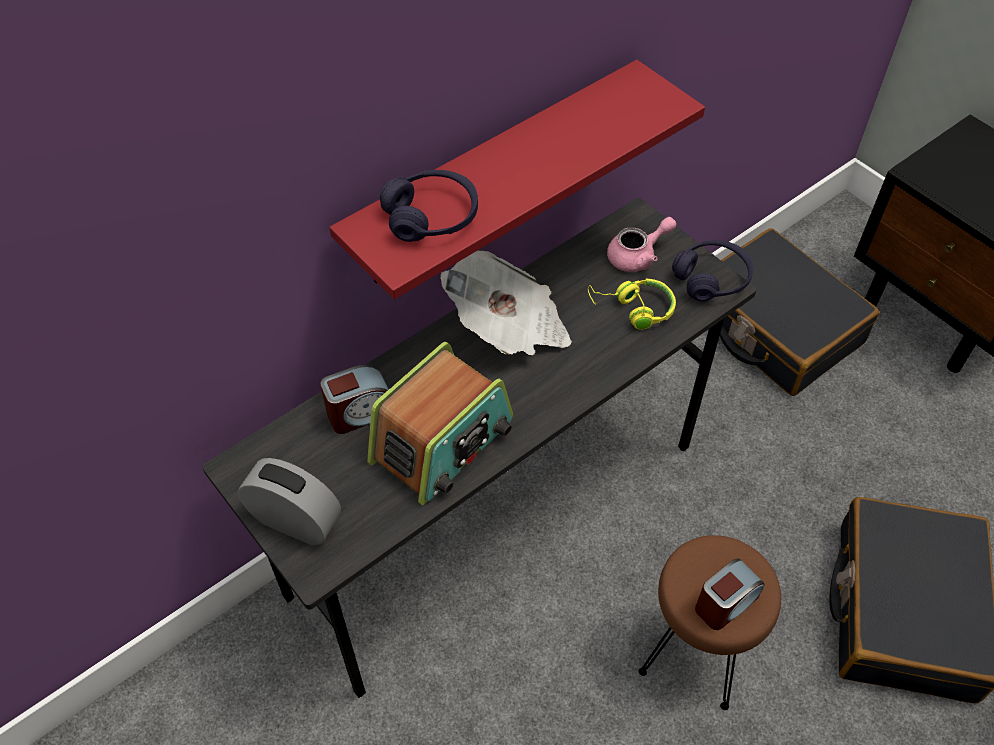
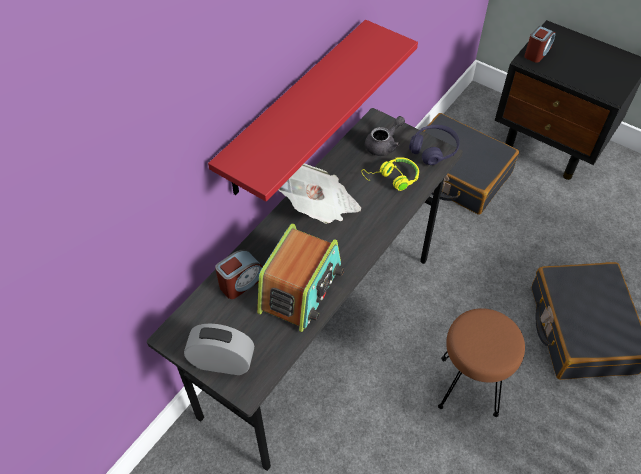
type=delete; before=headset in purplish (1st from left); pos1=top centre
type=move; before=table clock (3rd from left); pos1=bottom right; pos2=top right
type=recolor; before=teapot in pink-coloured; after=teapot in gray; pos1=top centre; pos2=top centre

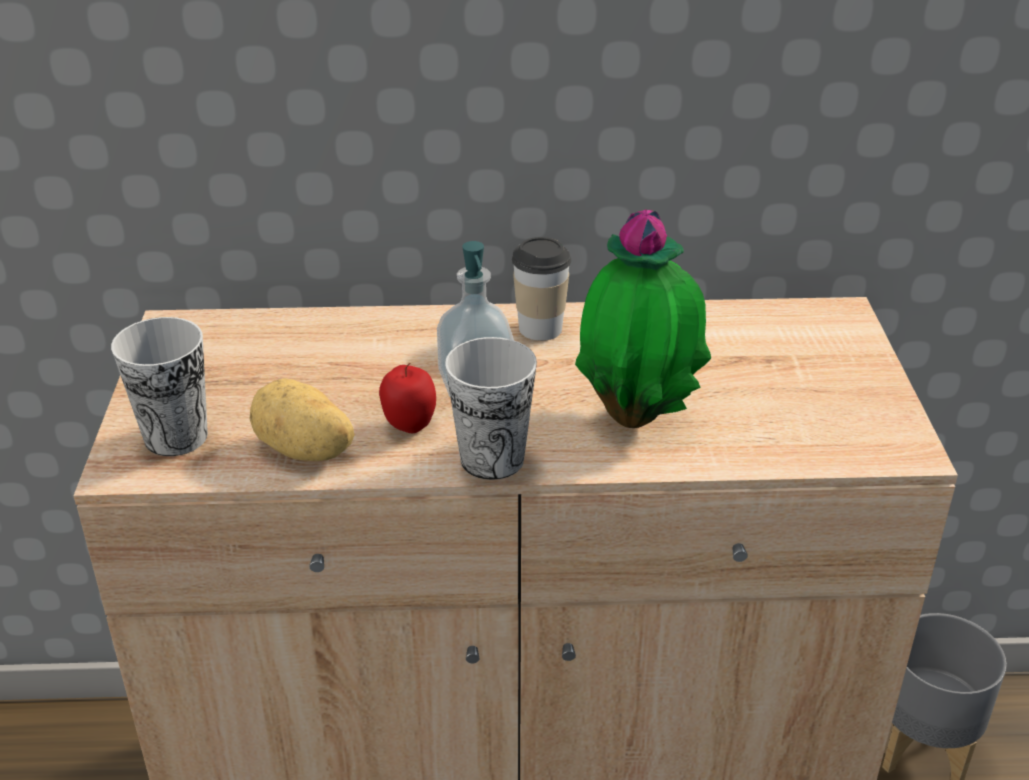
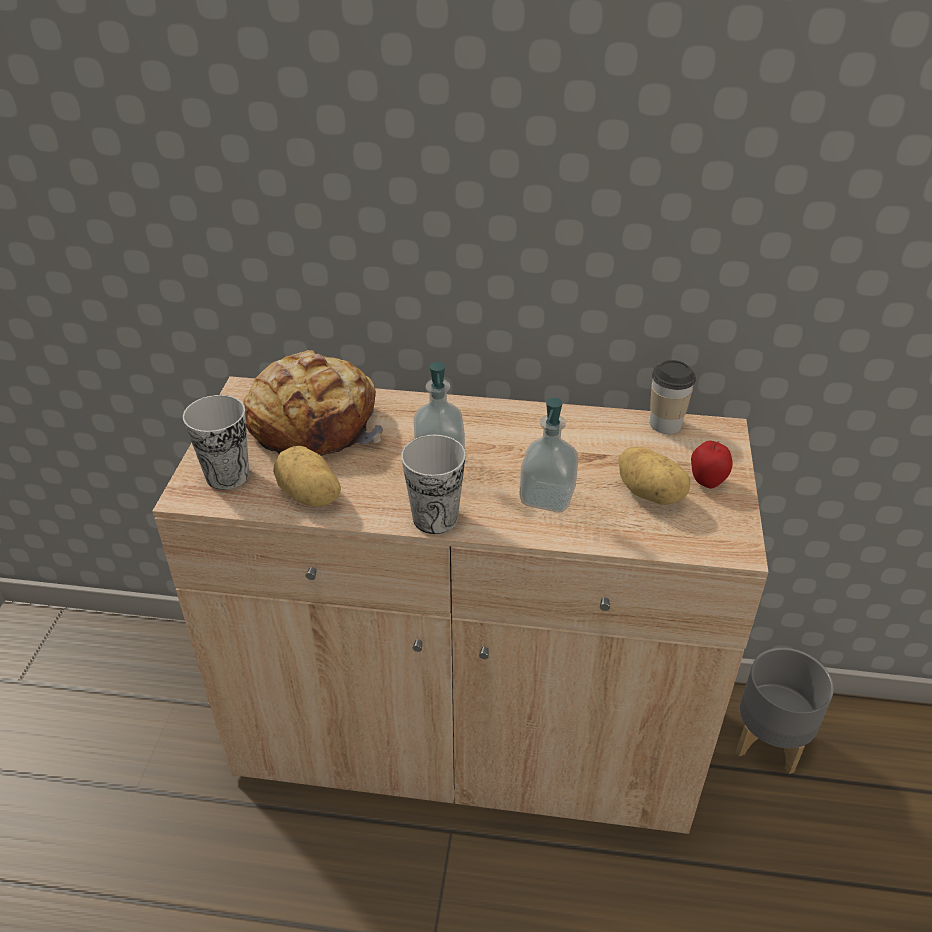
type=insert; after=bakery bread; pos2=centre
type=insert; after=whole potato (2nd from left); pos2=middle right
type=move; before=apple fruit; pos1=centre; pos2=middle right
type=move; before=cup (3rd from left); pos1=centre; pos2=middle right
type=replace; before=houseplant; after=soap dispenser (2nd from left); pos1=centre; pos2=centre

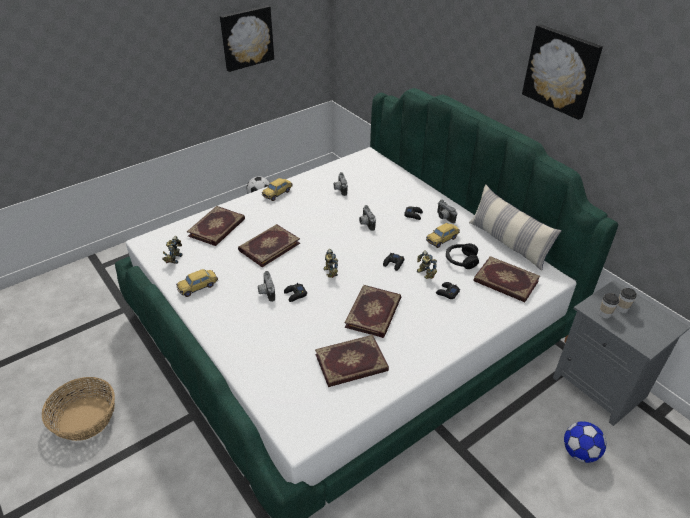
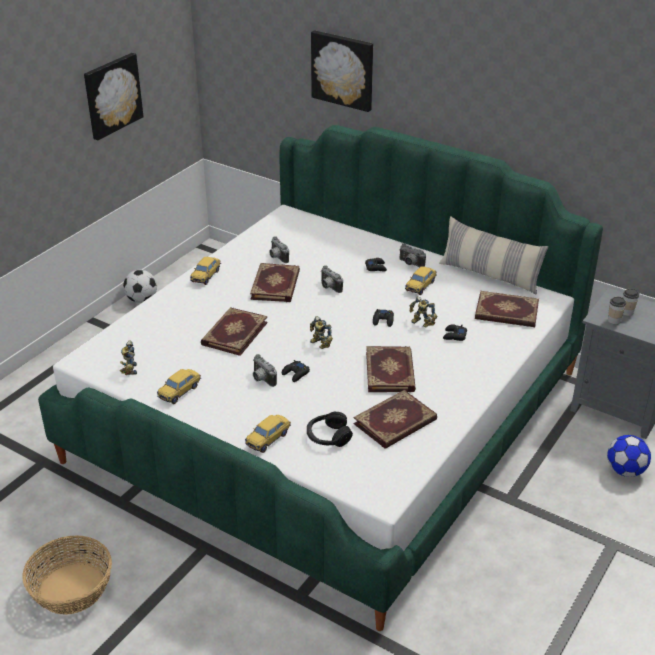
type=insert; after=miniature car (3rd from left); pos2=centre
type=move; before=bound book (1st from left in the first image); after=bound book (2nd from left); pos1=middle left; pos2=centre
type=move; before=headset in blackish; pos1=middle right; pos2=centre
type=move; before=picture (2nd from left); pos1=top right; pos2=top centre

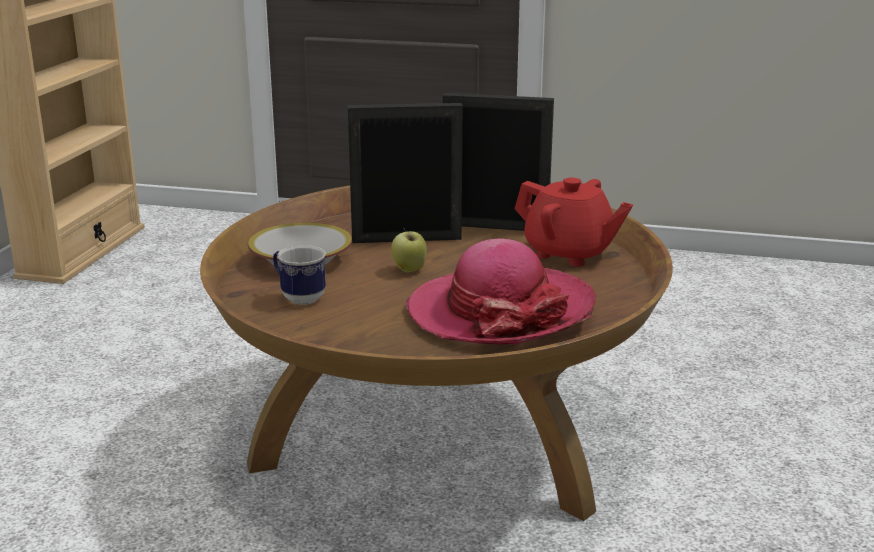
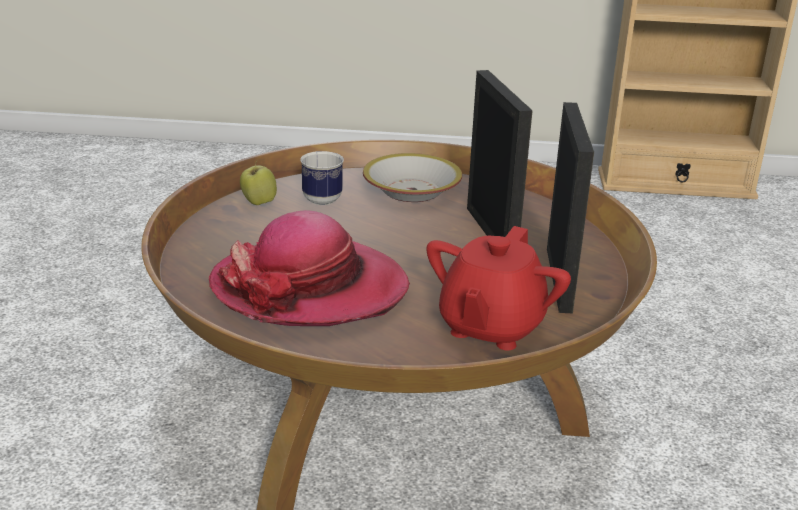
type=move; before=apple fruit; pos1=centre; pos2=middle left

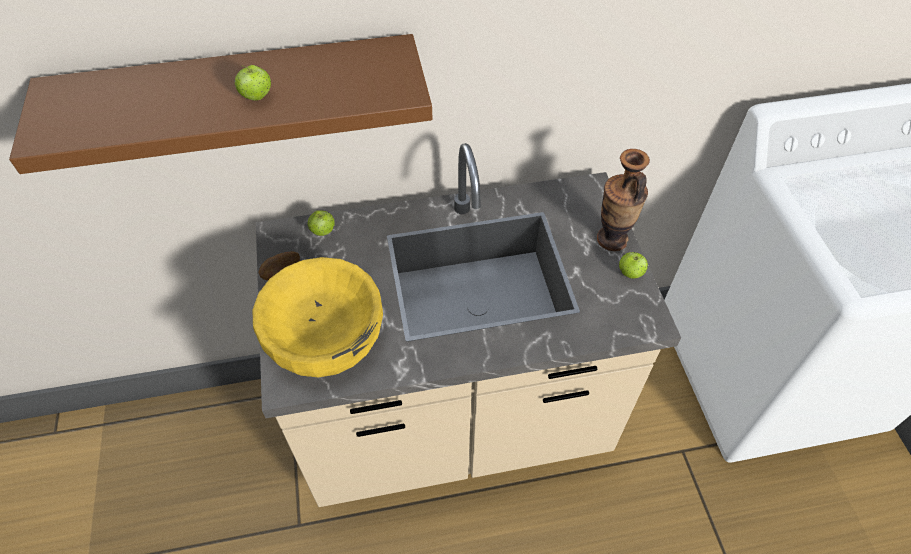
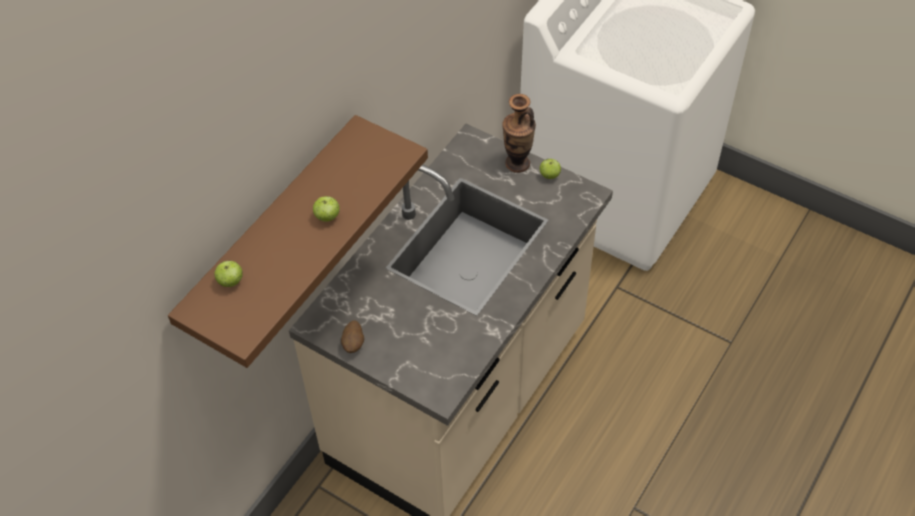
type=delete; before=serving bowl in yellow-coloured; pos1=centre
type=move; before=apple fruit (2nd from left in the first image); after=apple fruit (1st from left); pos1=centre; pos2=middle left

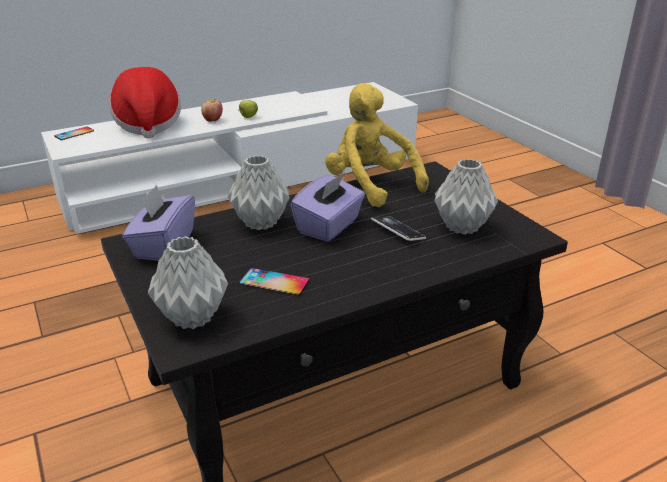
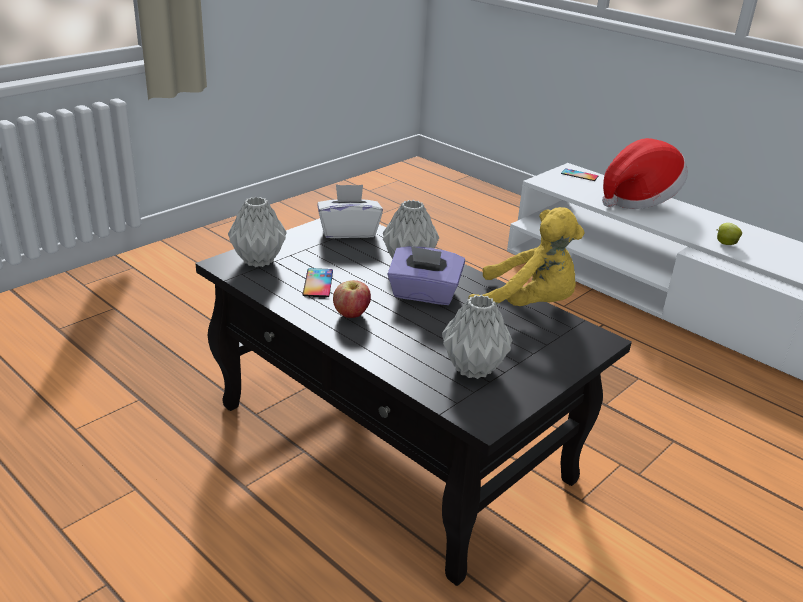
type=delete; before=handset (3rd from left); pos1=centre
type=move; before=apple fruit (1st from left); pos1=top left; pos2=centre
type=recolor; before=box of tissues in purplish (1st from left); after=box of tissues in white; pos1=middle left; pos2=centre
type=rotate; before=plush toy in yellow-coloured; pos1=top centre; pos2=centre; turn=75

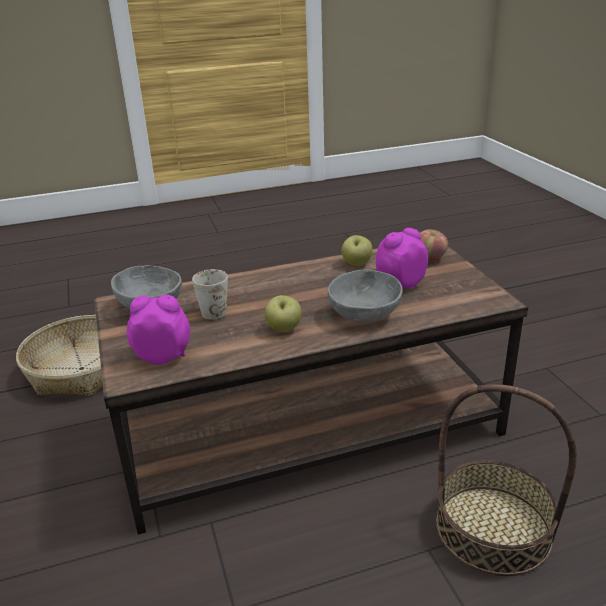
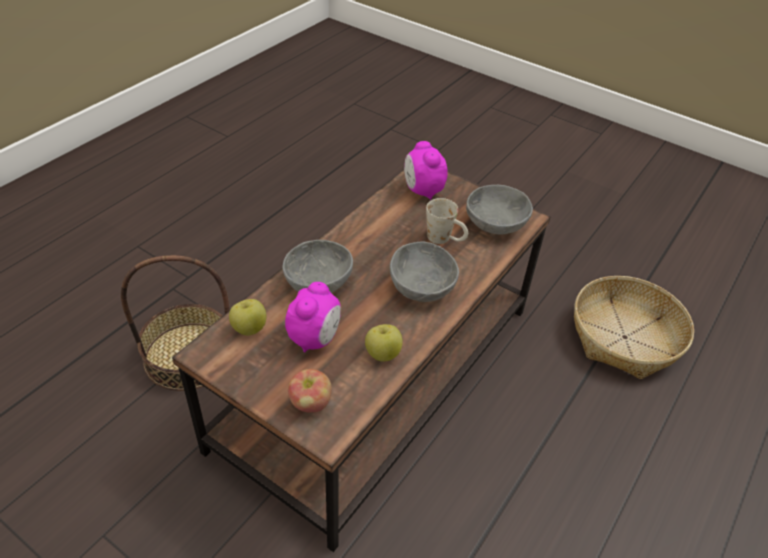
type=insert; after=serving bowl in gray (2nd from left); pos2=centre
type=move; before=apple fruit (1st from left); pos1=centre; pos2=middle left
type=rotate; before=table clock (1st from left in the first image); pos1=middle left; pos2=top centre; turn=105

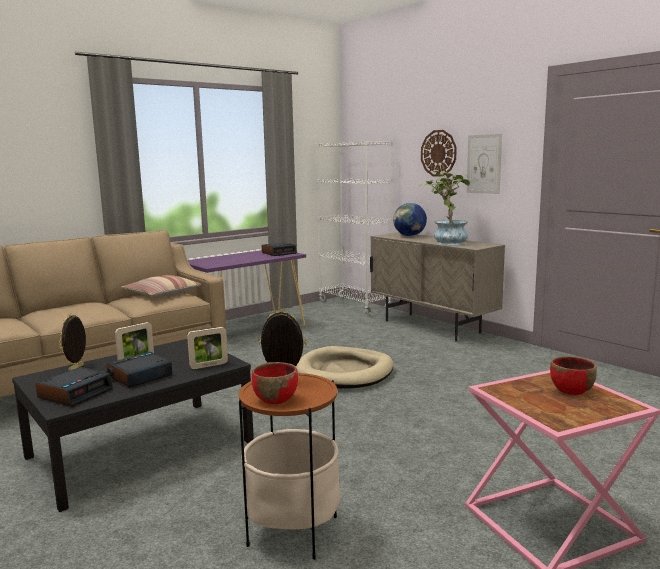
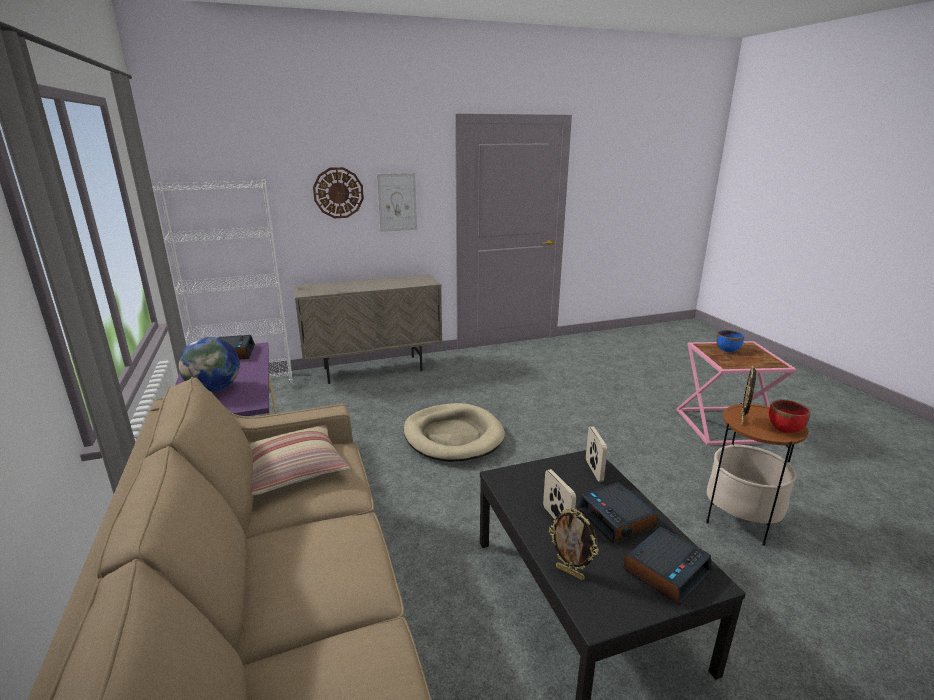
type=delete; before=houseplant; pos1=middle right
type=move; before=desk globe; pos1=centre; pos2=middle left
type=recolor; before=serving bowl in red (2nd from left); after=serving bowl in bluish; pos1=middle right; pos2=middle right
type=rotate; before=table clock (1st from left in the first image); pos1=bottom left; pos2=bottom right; turn=90

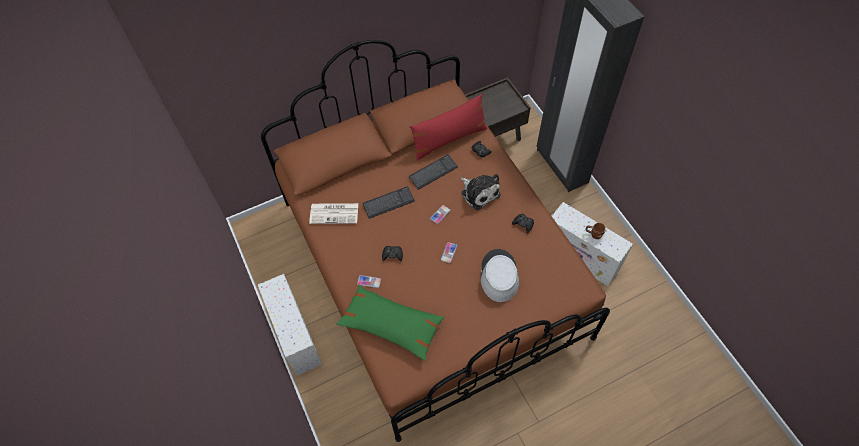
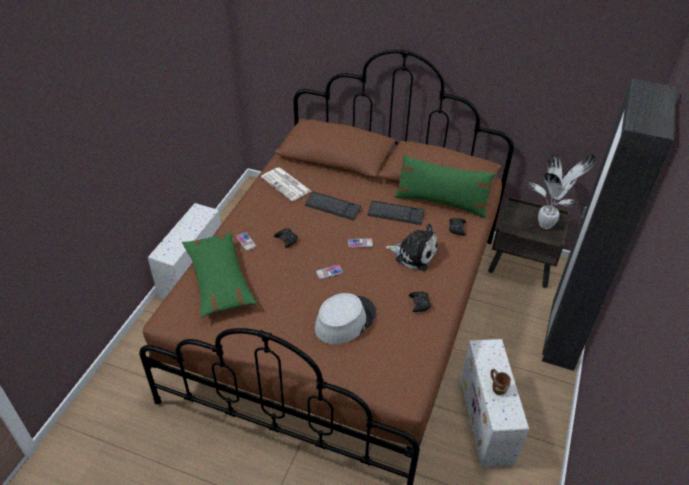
type=insert; after=houseplant; pos2=middle right
type=recolor; before=cushion in red; after=cushion in green (2nd from left); pos1=top centre; pos2=centre
type=rotate; before=plush toy; pos1=centre; pos2=centre; turn=-75

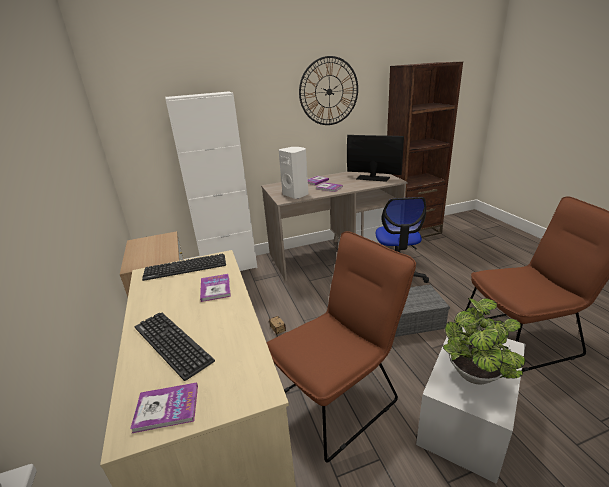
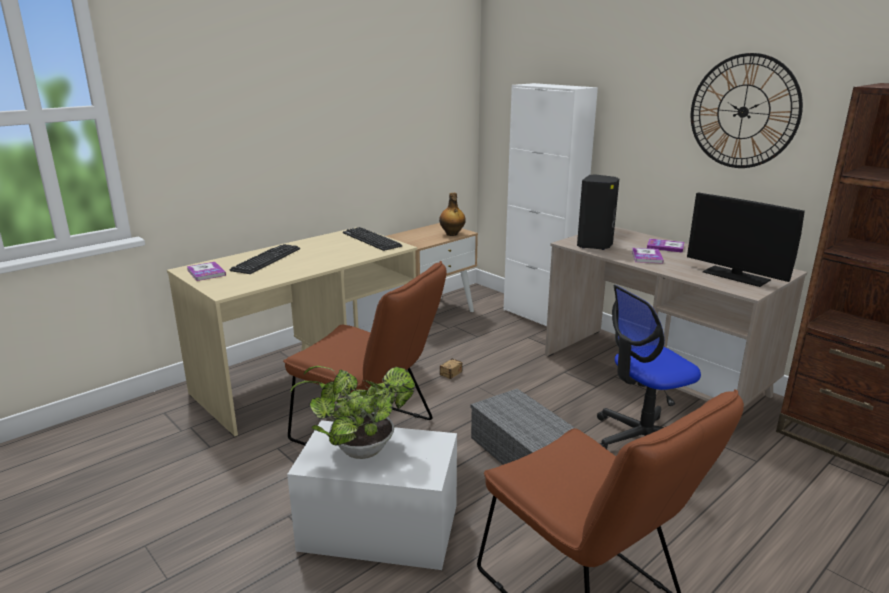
type=delete; before=bound book (2nd from left); pos1=centre
type=insert; after=beverage bottle; pos2=centre
type=recolor; before=loudspeaker in white; after=loudspeaker in blackish; pos1=centre; pos2=middle right
type=rotate; before=monitor; pos1=top centre; pos2=middle right; turn=135

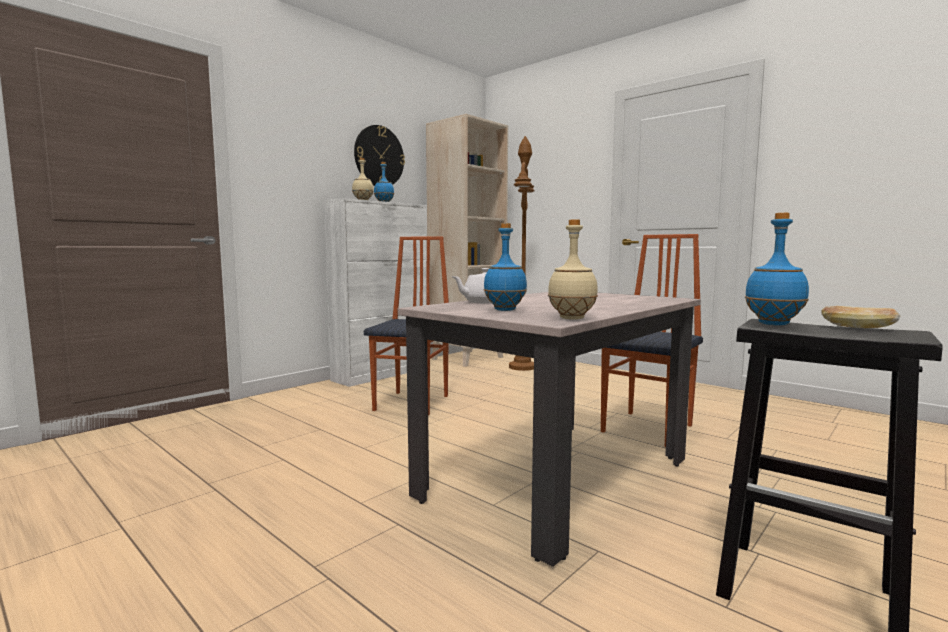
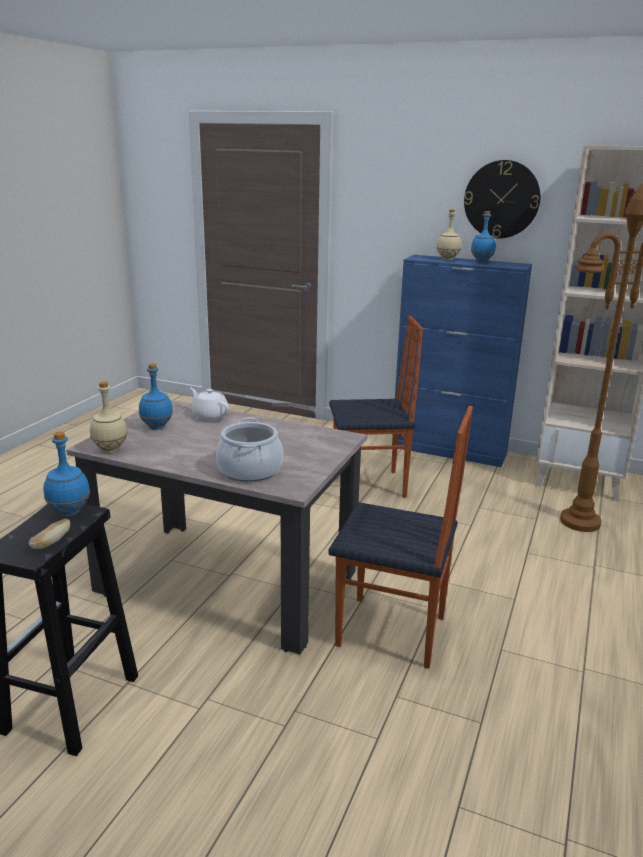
type=insert; after=cooking pot; pos2=centre
type=recolor; before=cupboard in white; after=cupboard in bluish; pos1=centre; pos2=middle right

